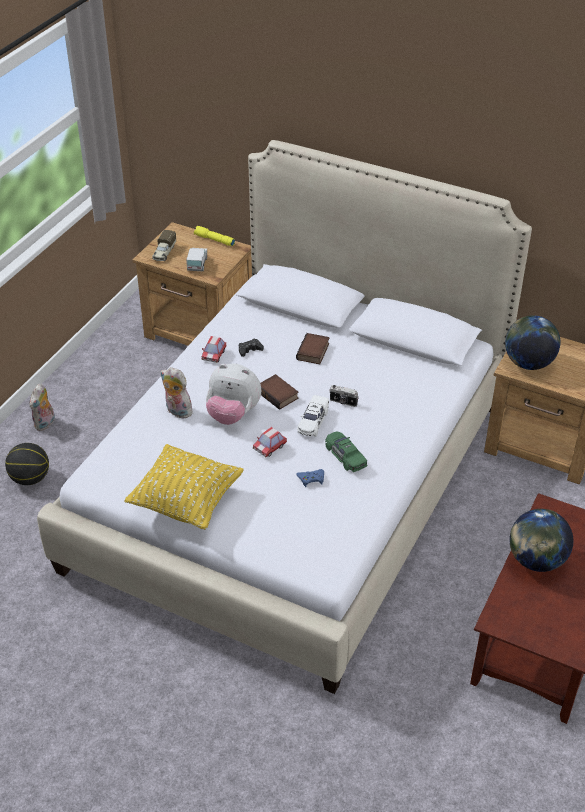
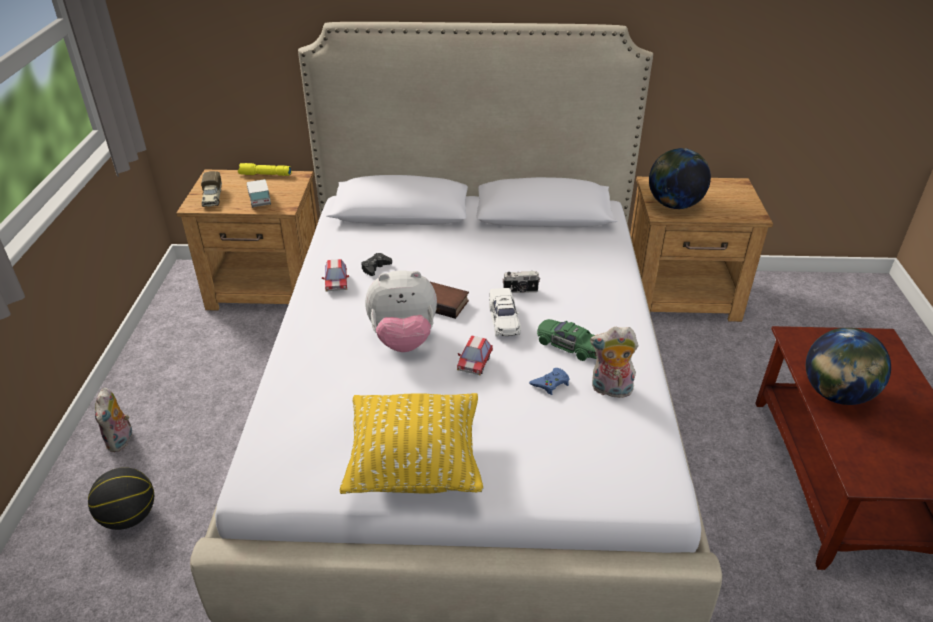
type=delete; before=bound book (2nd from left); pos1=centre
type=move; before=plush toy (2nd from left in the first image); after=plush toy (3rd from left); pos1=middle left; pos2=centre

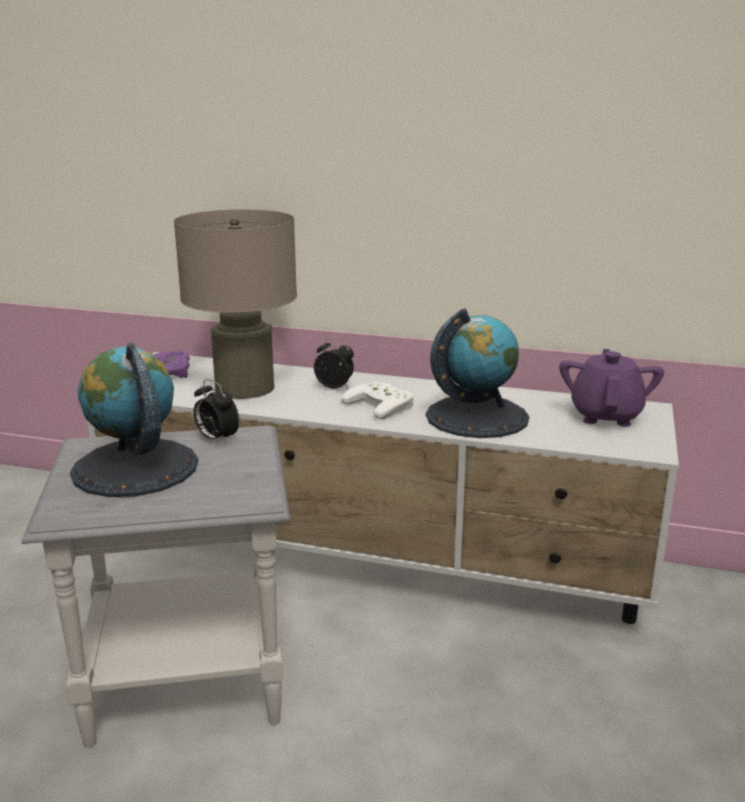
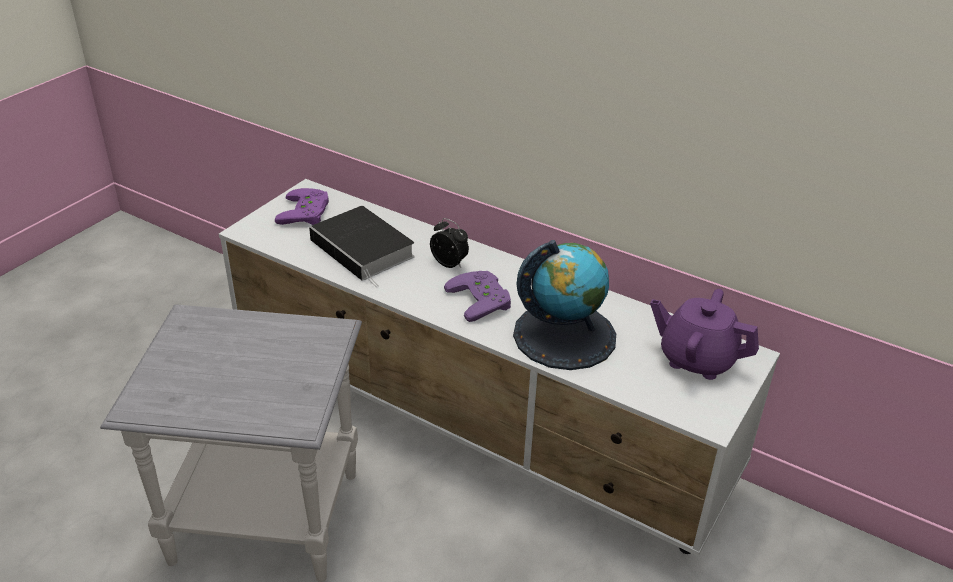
type=delete; before=desk globe (1st from left); pos1=middle left
type=delete; before=table clock (1st from left); pos1=middle left
type=replace; before=table lamp in beige-coloured; after=bound book; pos1=middle left; pos2=centre
type=recolor; before=joypad in white; after=joypad in purplish (2nd from left); pos1=centre; pos2=centre
type=rotate; before=teapot in purplish; pos1=middle right; pos2=middle right; turn=-90

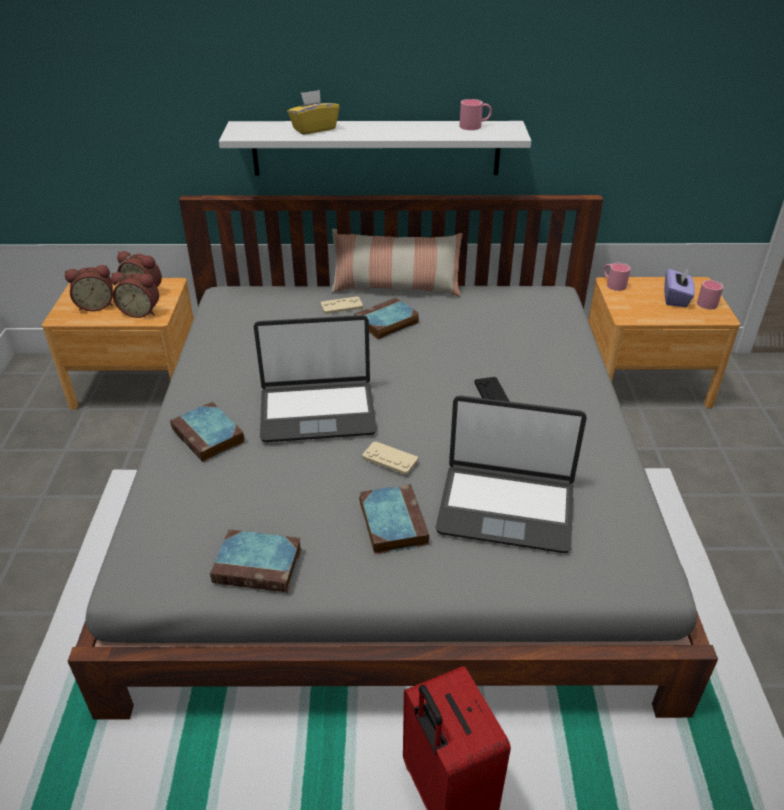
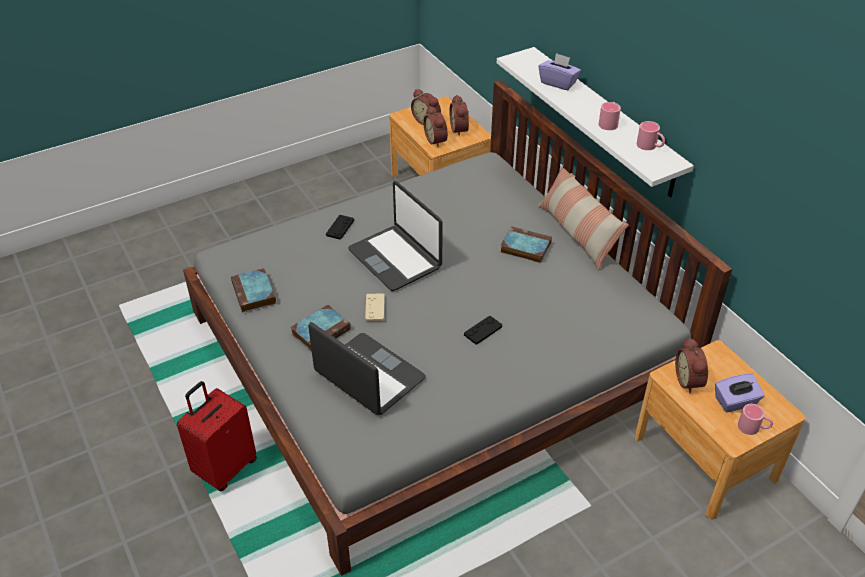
type=delete; before=joypad in beige-coloured (1st from left); pos1=centre
type=insert; after=table clock (4th from left); pos2=middle right
type=move; before=mug in pink-coloured (2nd from left in the first image); after=mug in pink-coloured (1st from left); pos1=middle right; pos2=top right
type=replace; before=bound book (1st from left); after=joypad in blackish (1st from left); pos1=middle left; pos2=centre
type=recolor; before=box of tissues in yellow-coloured; after=box of tissues in purplish (1st from left); pos1=top centre; pos2=top centre
type=rotate; before=laptop (2nd from left in the first image); pos1=centre; pos2=centre; turn=150

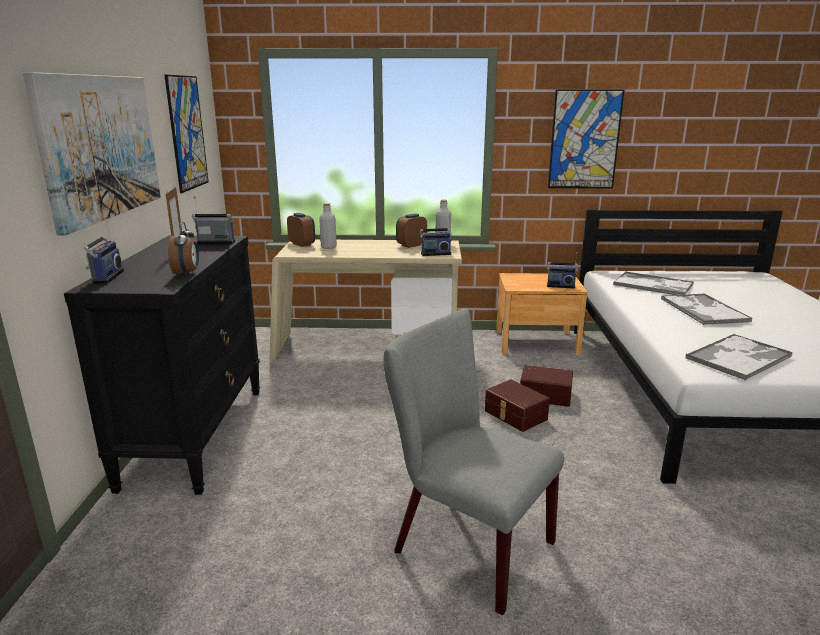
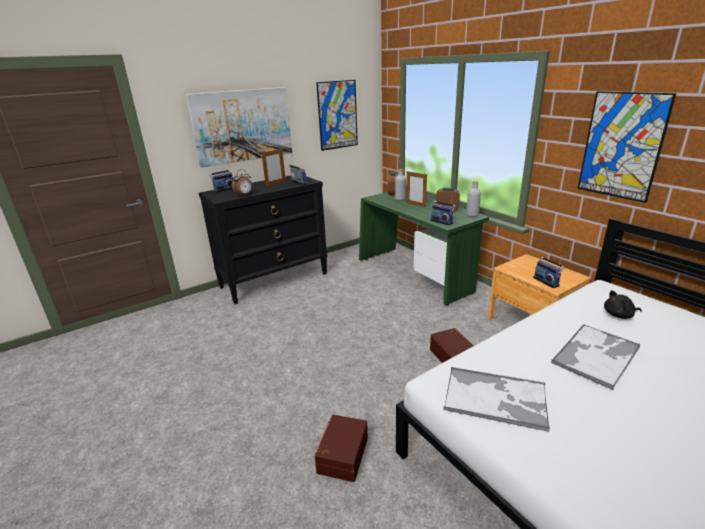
type=delete; before=plain chair in gray; pos1=bottom centre
type=insert; after=picture frame (2nd from left); pos2=centre
type=move; before=storage box in brown (1st from left); pos1=centre; pos2=bottom centre
type=replace; before=serving tray (1st from left); after=plush toy in blackish; pos1=middle right; pos2=middle right
type=recolor; before=desk table in beige-coloured; after=desk table in green; pos1=centre; pos2=centre

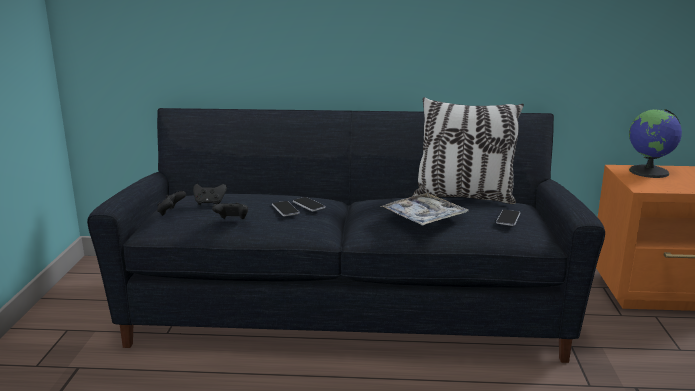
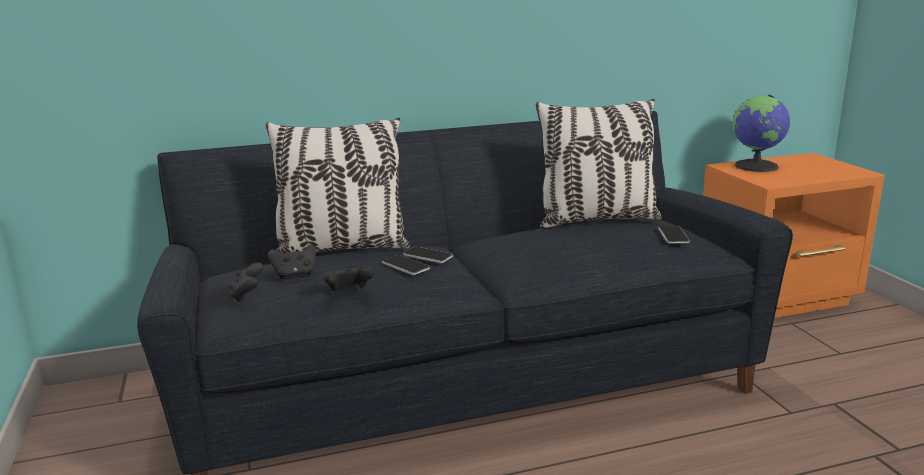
type=delete; before=serving tray; pos1=centre
type=insert; after=cushion (1st from left); pos2=centre

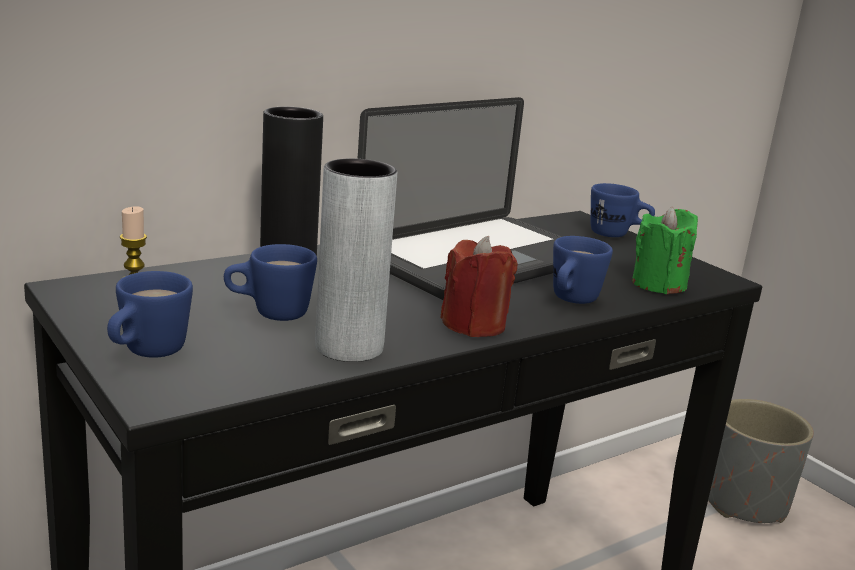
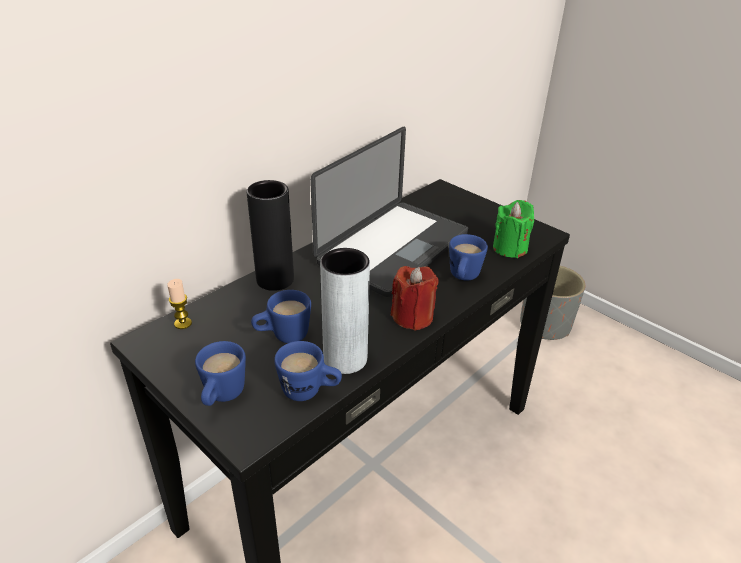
type=move; before=mug in bluish (4th from left in the first image); after=mug in bluish (3rd from left); pos1=middle right; pos2=centre

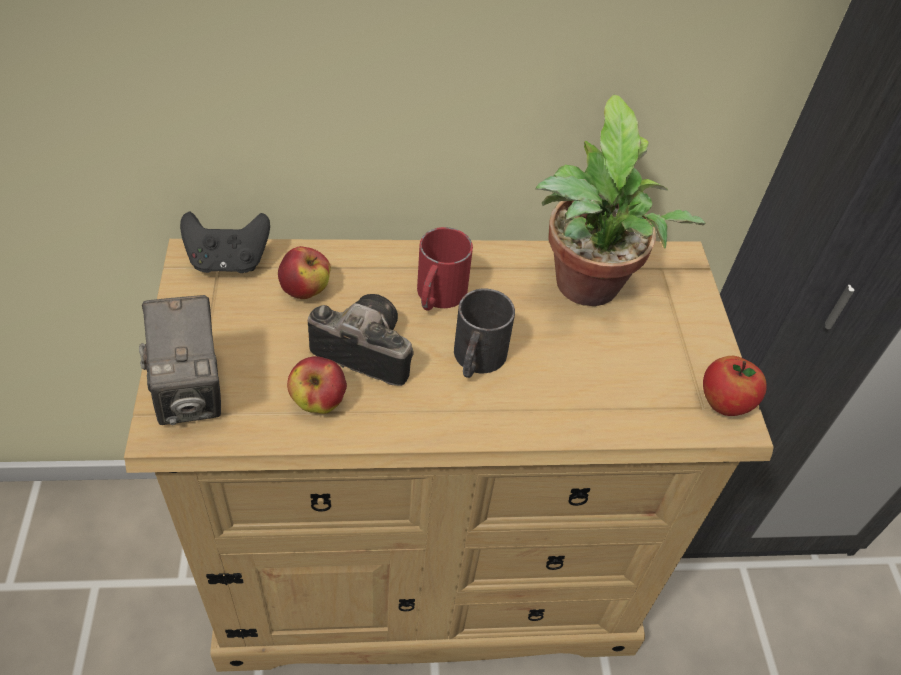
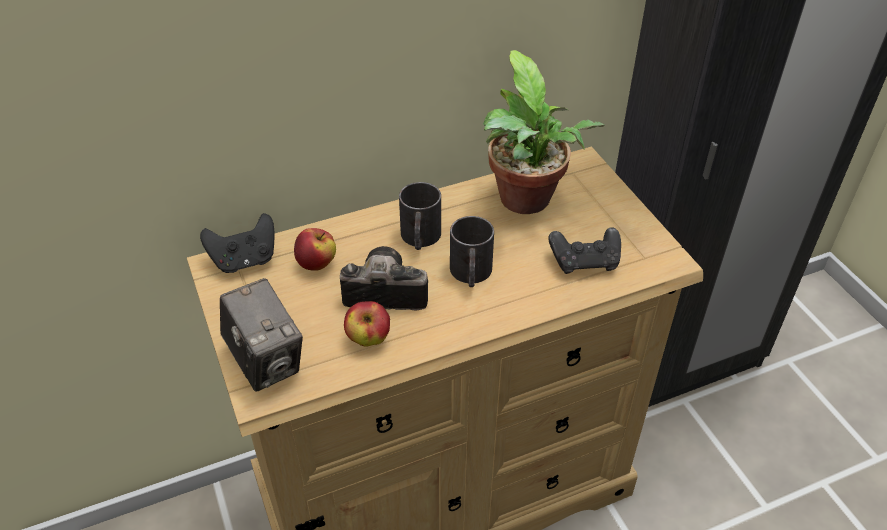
type=delete; before=apple fruit (3rd from left); pos1=middle right
type=insert; after=joypad in blackish (2nd from left); pos2=centre
type=recolor; before=mug in red; after=mug in blackish (1st from left); pos1=centre; pos2=centre

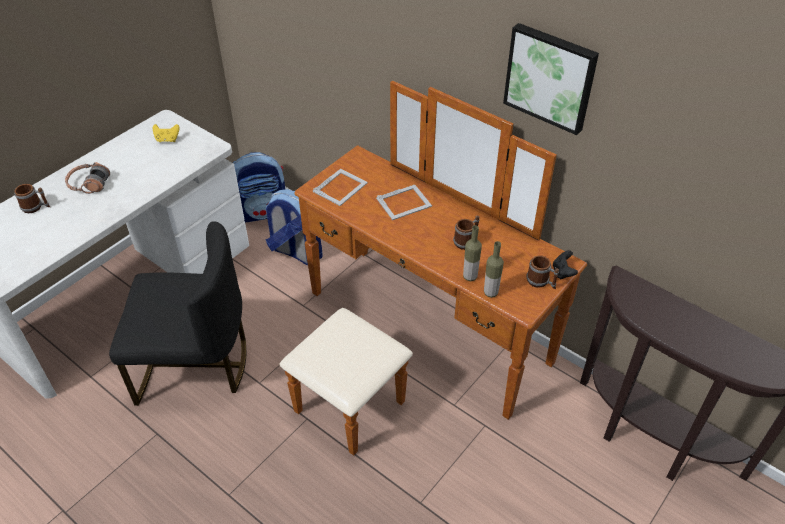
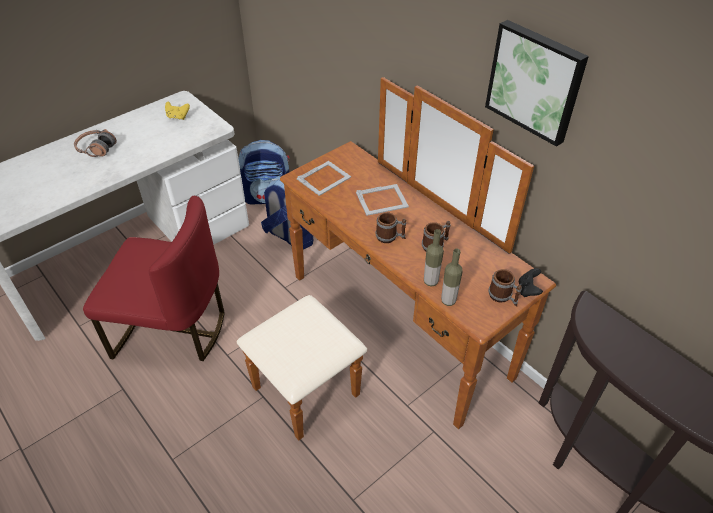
type=move; before=mug (1st from left); pos1=middle left; pos2=centre
type=recolor; before=plain chair in blackish; after=plain chair in red; pos1=middle left; pos2=middle left

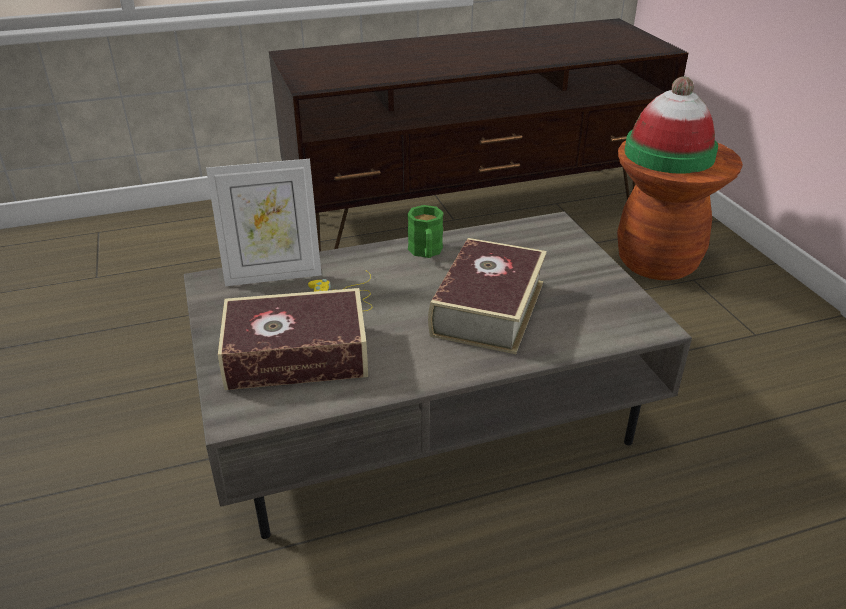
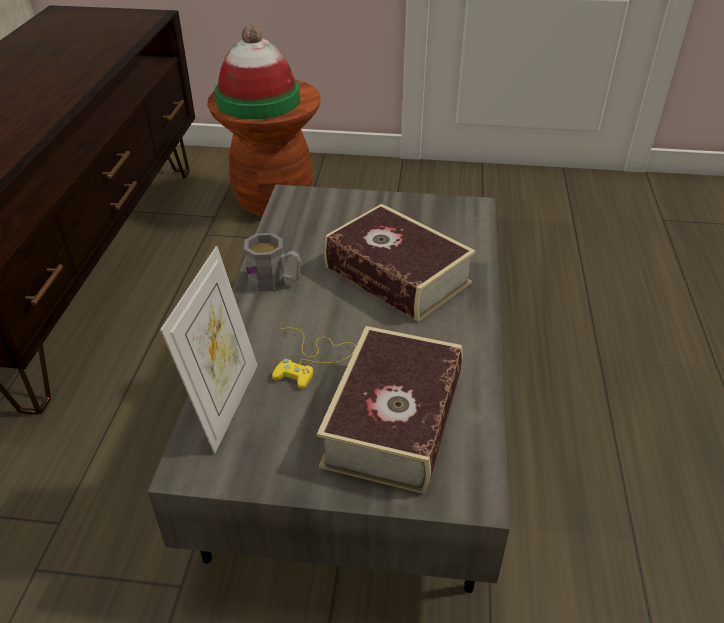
type=recolor; before=mug in green; after=mug in gray; pos1=centre; pos2=centre

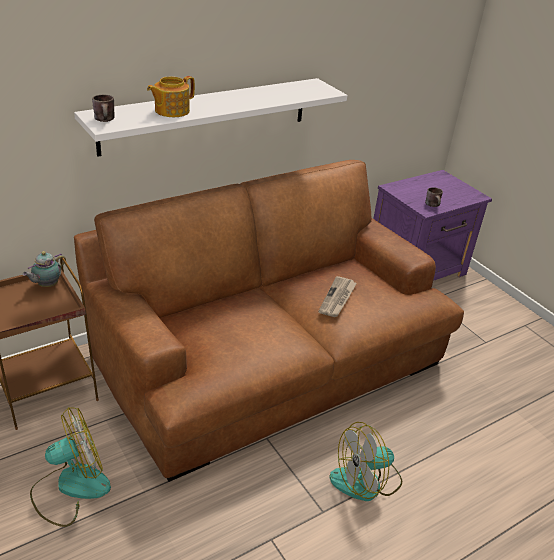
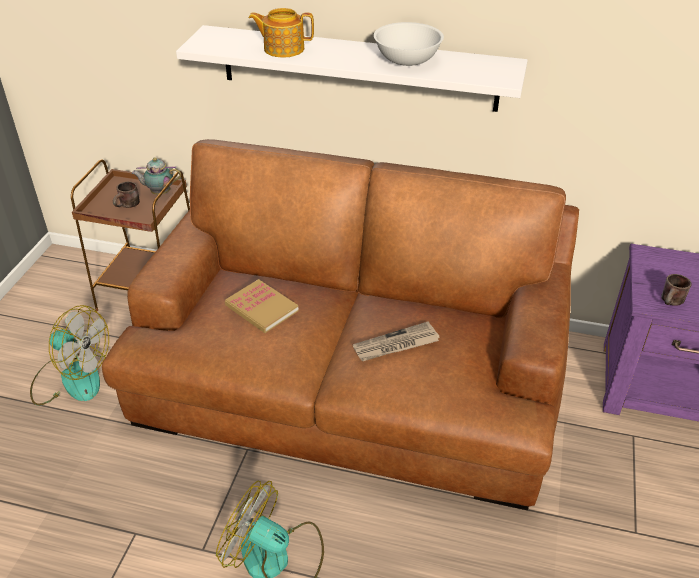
type=insert; after=bound book; pos2=centre
type=insert; after=serving bowl in white; pos2=top centre
type=move; before=mug in brown (1st from left); pos1=top left; pos2=middle left

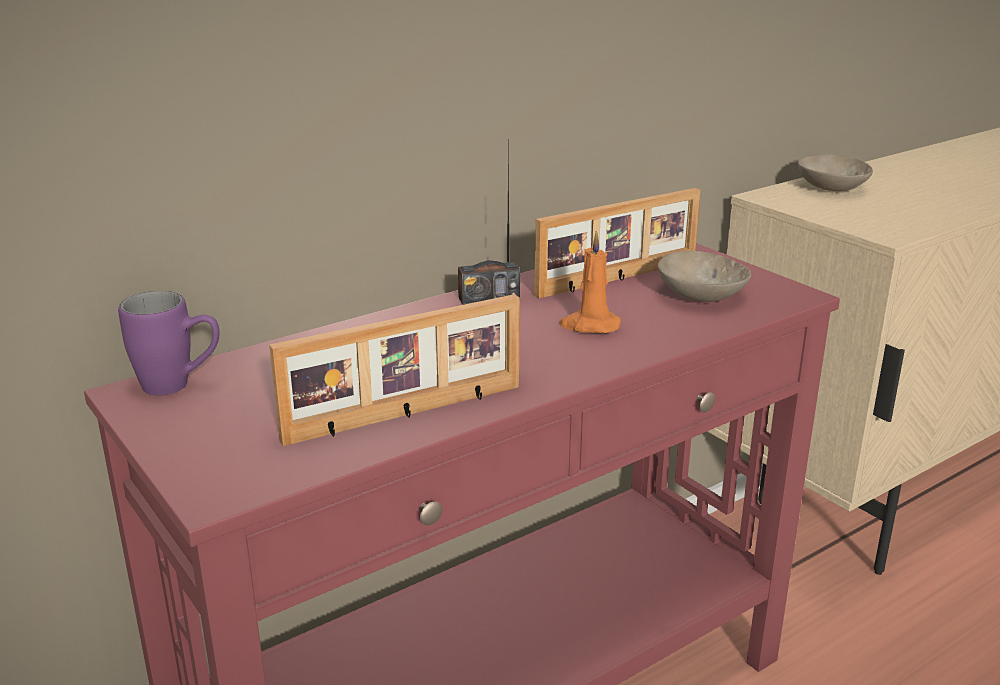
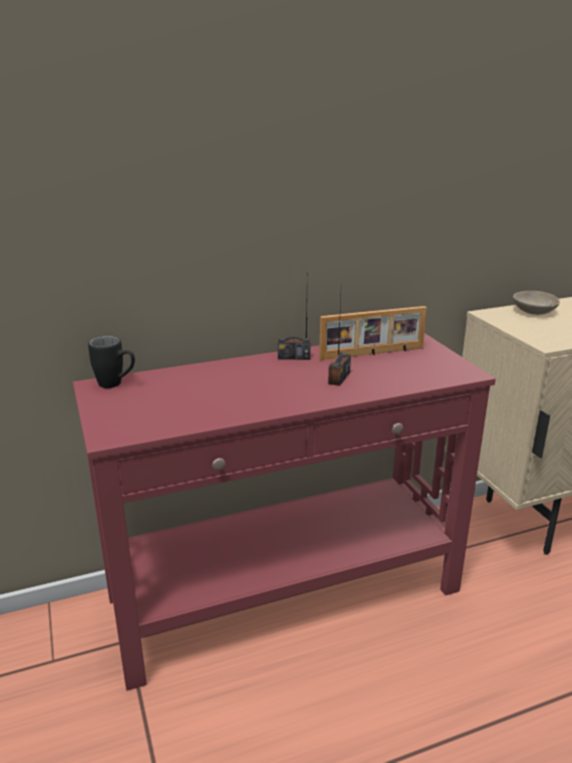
type=delete; before=picture frame (1st from left); pos1=centre
type=delete; before=serving bowl in beige-coloured (1st from left); pos1=middle right
type=replace; before=candle in orangey; after=radio receiver (2nd from left); pos1=centre; pos2=centre
type=recolor; before=mug in purplish; after=mug in blackish; pos1=middle left; pos2=middle left

